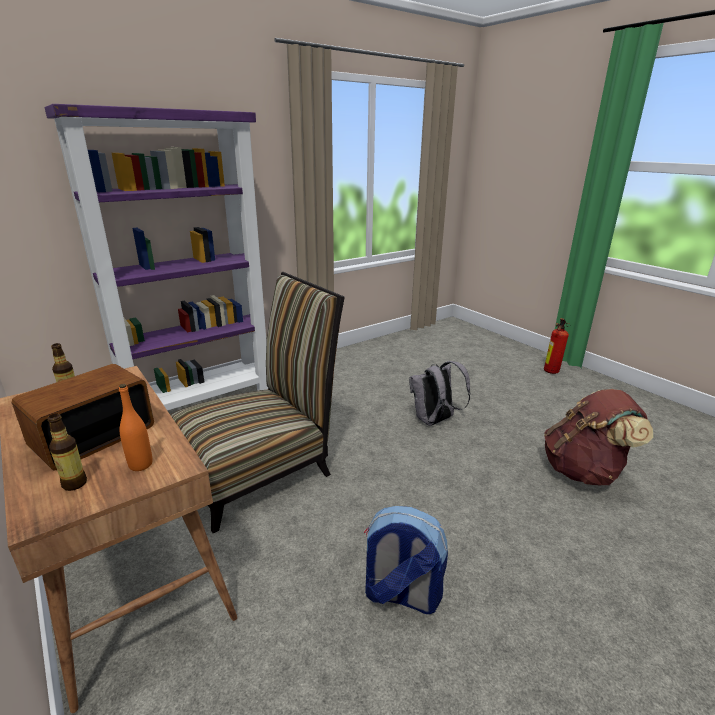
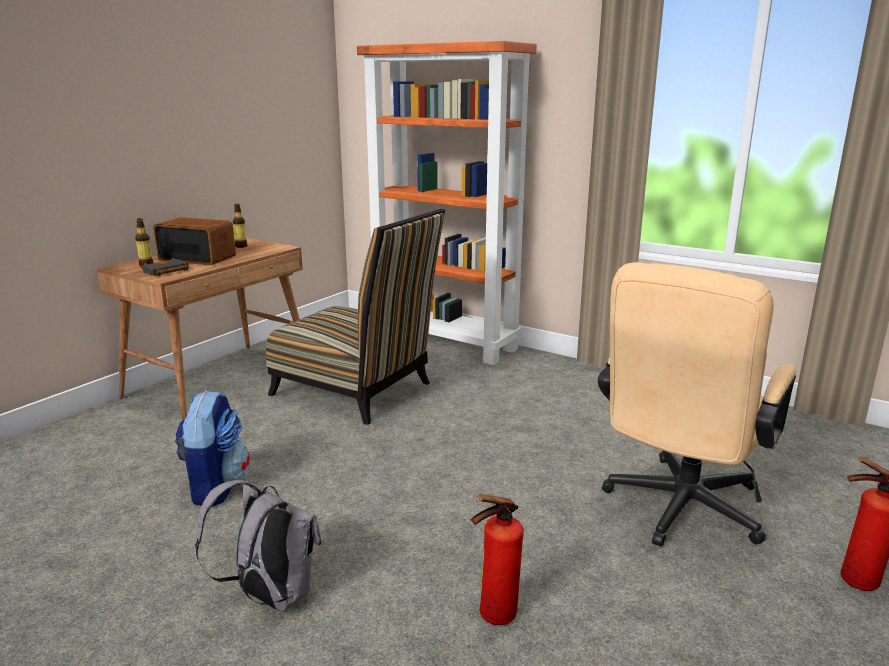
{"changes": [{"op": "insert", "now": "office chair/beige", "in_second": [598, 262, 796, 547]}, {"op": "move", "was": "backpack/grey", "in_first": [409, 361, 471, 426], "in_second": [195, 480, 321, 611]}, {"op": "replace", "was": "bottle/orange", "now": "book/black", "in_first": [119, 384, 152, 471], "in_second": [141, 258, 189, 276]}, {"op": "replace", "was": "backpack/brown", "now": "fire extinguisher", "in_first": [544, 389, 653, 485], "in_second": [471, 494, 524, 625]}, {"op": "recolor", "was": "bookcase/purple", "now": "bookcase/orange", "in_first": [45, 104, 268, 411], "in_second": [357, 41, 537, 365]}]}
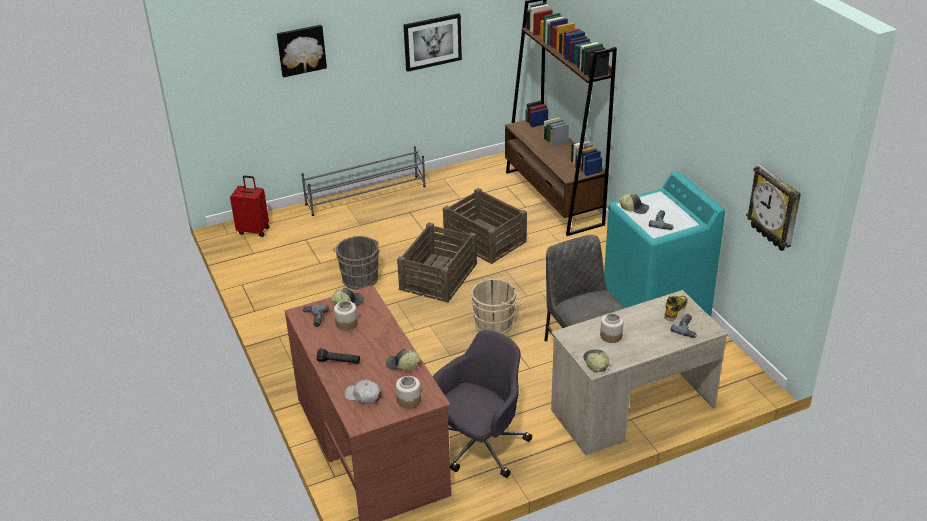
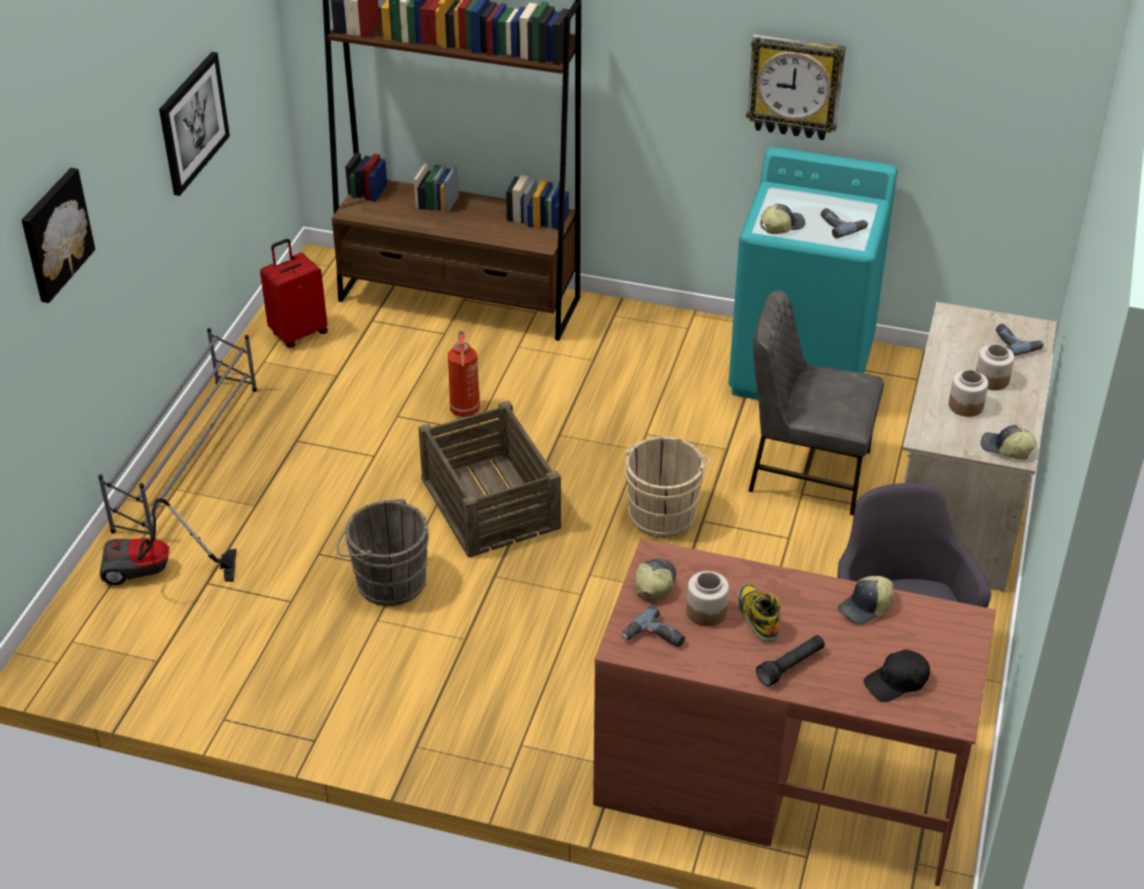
{"changes": [{"op": "insert", "now": "vacuum cleaner", "in_second": [100, 498, 237, 585]}, {"op": "move", "was": "suitcase/red", "in_first": [230, 176, 270, 237], "in_second": [260, 239, 328, 348]}, {"op": "move", "was": "jar", "in_first": [396, 376, 421, 409], "in_second": [976, 344, 1014, 390]}, {"op": "move", "was": "boot", "in_first": [664, 296, 688, 321], "in_second": [737, 584, 781, 643]}, {"op": "move", "was": "wall clock", "in_first": [746, 164, 801, 251], "in_second": [746, 34, 846, 140]}, {"op": "replace", "was": "crate", "now": "fire extinguisher", "in_first": [443, 188, 527, 264], "in_second": [448, 331, 480, 417]}, {"op": "recolor", "was": "cap/white", "now": "cap/black", "in_first": [344, 379, 381, 404], "in_second": [864, 650, 930, 702]}]}
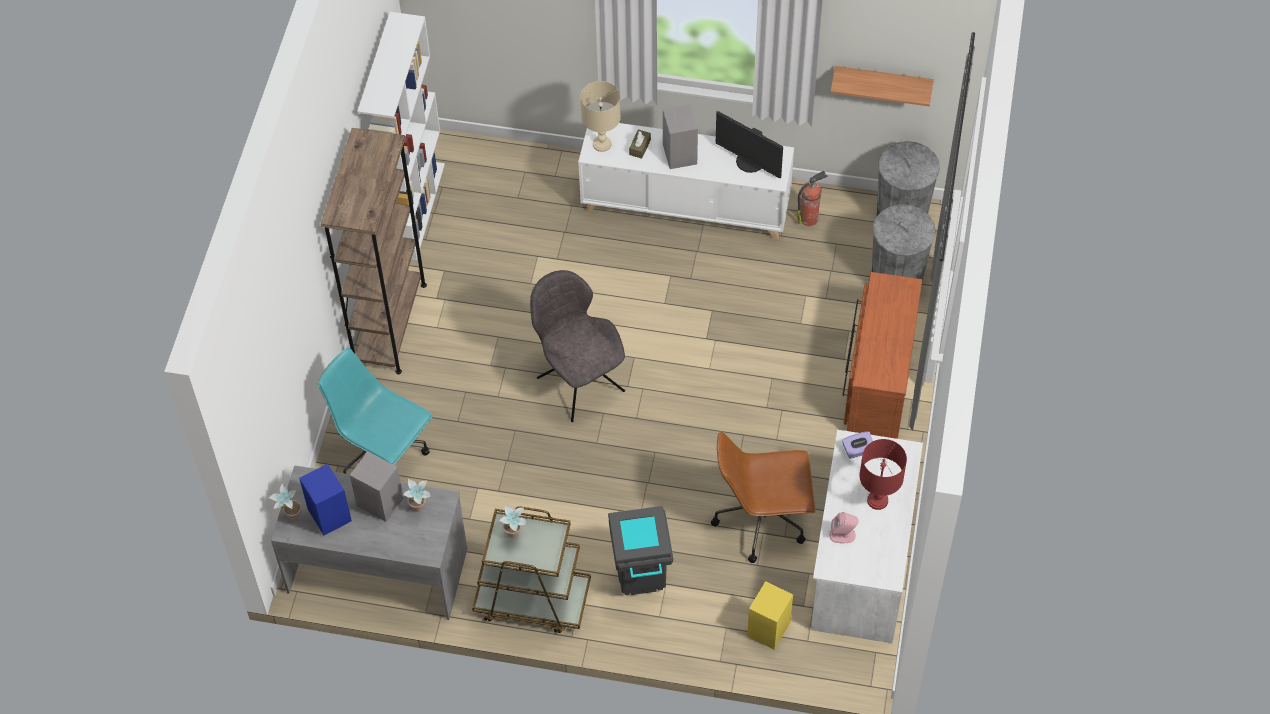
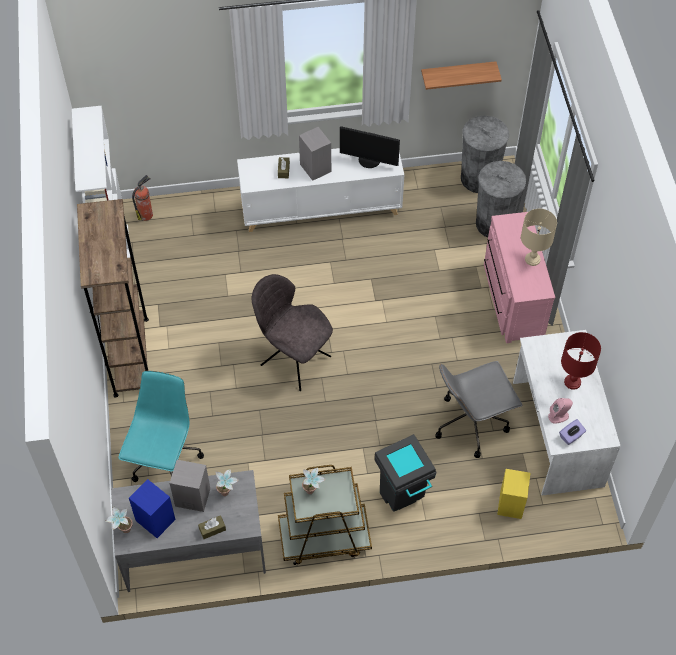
{"changes": [{"op": "insert", "now": "tissue box/brown", "in_second": [198, 515, 226, 539]}, {"op": "move", "was": "table lamp/beige", "in_first": [580, 81, 621, 152], "in_second": [521, 209, 557, 266]}, {"op": "move", "was": "fire extinguisher", "in_first": [797, 171, 828, 226], "in_second": [132, 175, 153, 221]}, {"op": "move", "was": "tissue box/purple", "in_first": [842, 431, 873, 459], "in_second": [559, 419, 586, 445]}, {"op": "recolor", "was": "office chair/brown", "now": "office chair/grey", "in_first": [711, 431, 815, 563], "in_second": [435, 361, 523, 458]}, {"op": "recolor", "was": "dresser/brown", "now": "dresser/pink", "in_first": [842, 272, 922, 439], "in_second": [484, 212, 555, 343]}, {"op": "rotate", "was": "office chair/turquoise", "in_first": [318, 348, 433, 474], "in_second": [118, 371, 204, 482], "clockwise": 90}]}
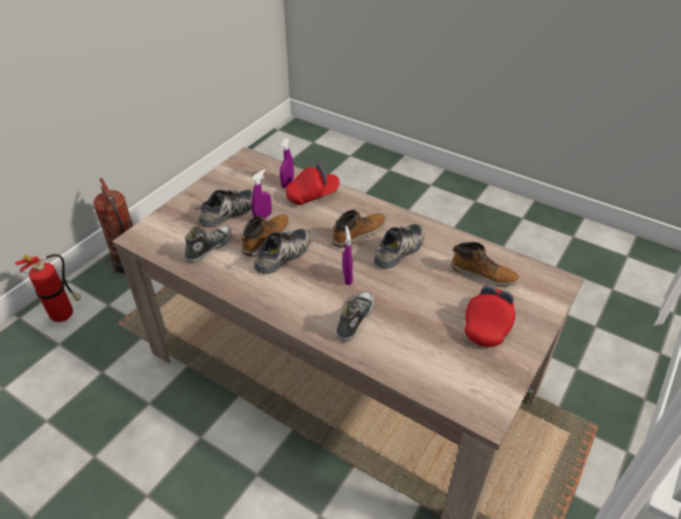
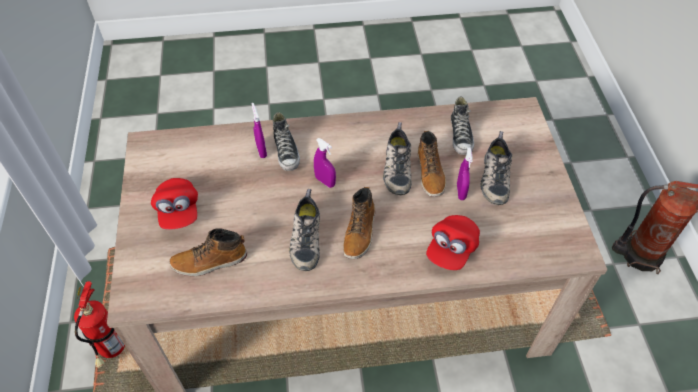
{"changes": [{"op": "move", "was": "fire extinguisher", "in_first": [15, 254, 81, 322], "in_second": [74, 281, 125, 368]}, {"op": "move", "was": "spray bottle/purple", "in_first": [280, 139, 294, 188], "in_second": [252, 103, 267, 158]}]}
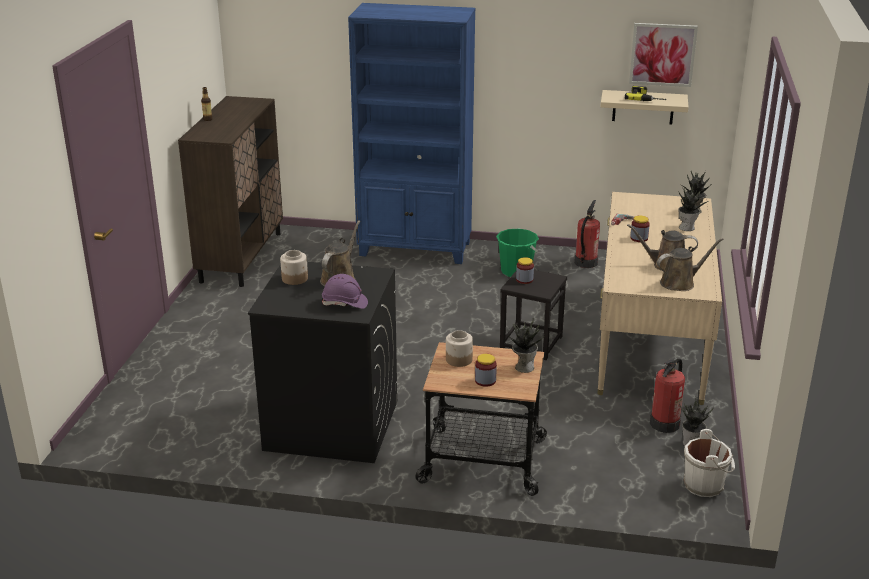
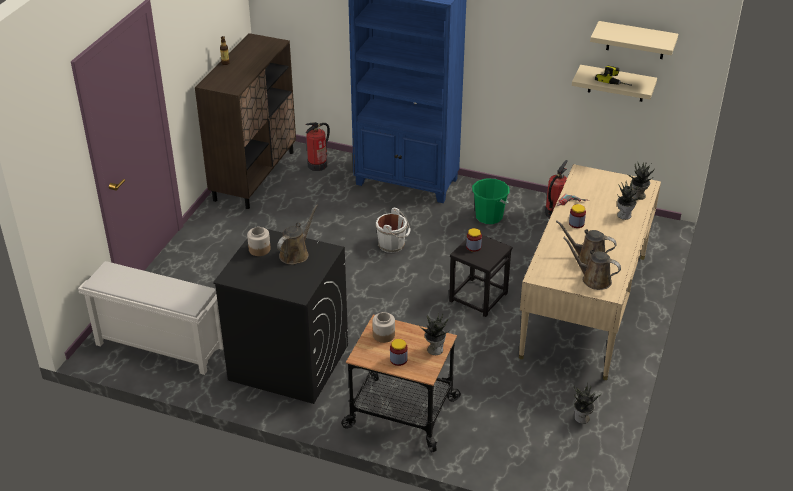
{"changes": [{"op": "delete", "was": "hard hat/purple", "in_first": [322, 274, 368, 309]}, {"op": "insert", "now": "shoe rack/white", "in_second": [78, 261, 224, 375]}, {"op": "move", "was": "fire extinguisher", "in_first": [650, 359, 685, 433], "in_second": [305, 122, 330, 171]}, {"op": "move", "was": "bucket/white", "in_first": [684, 429, 735, 497], "in_second": [376, 208, 411, 253]}, {"op": "replace", "was": "picture", "now": "shelf/beige", "in_first": [629, 23, 698, 87], "in_second": [590, 21, 678, 59]}, {"op": "rotate", "was": "watering can/brown", "in_first": [657, 238, 724, 291], "in_second": [563, 237, 621, 290], "clockwise": -135}]}
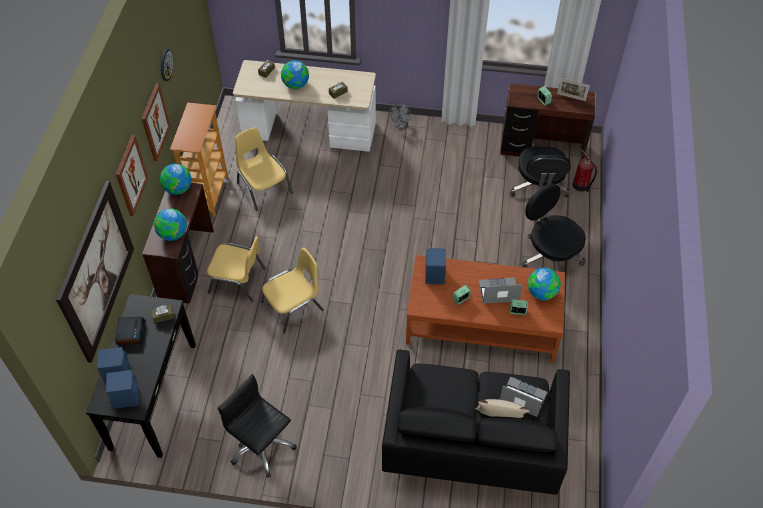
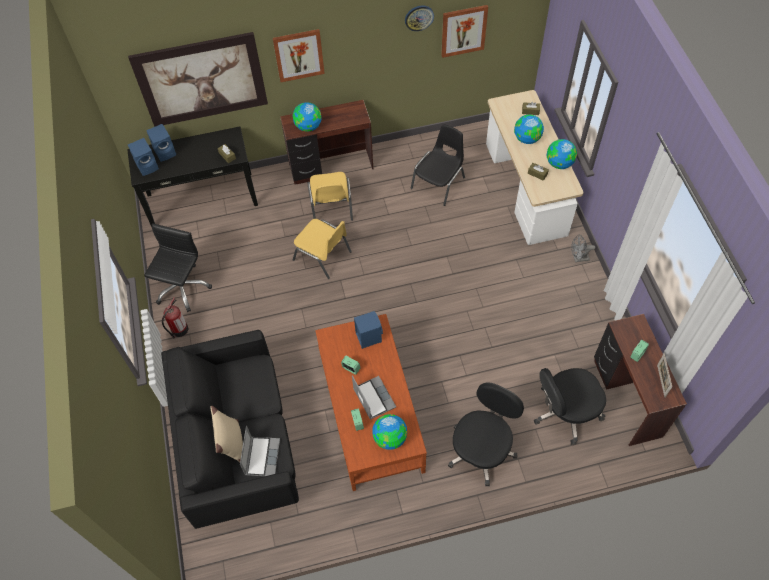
{"changes": [{"op": "delete", "was": "alarm clock", "in_first": [115, 317, 145, 344]}, {"op": "delete", "was": "bookcase", "in_first": [170, 102, 228, 217]}, {"op": "move", "was": "picture", "in_first": [142, 83, 170, 161], "in_second": [441, 5, 488, 58]}, {"op": "move", "was": "globe", "in_first": [160, 164, 192, 195], "in_second": [547, 139, 577, 169]}, {"op": "move", "was": "fire extinguisher", "in_first": [573, 149, 597, 192], "in_second": [162, 297, 188, 338]}, {"op": "recolor", "was": "chair/yellow", "now": "chair/black", "in_first": [235, 127, 293, 211], "in_second": [411, 124, 465, 206]}]}
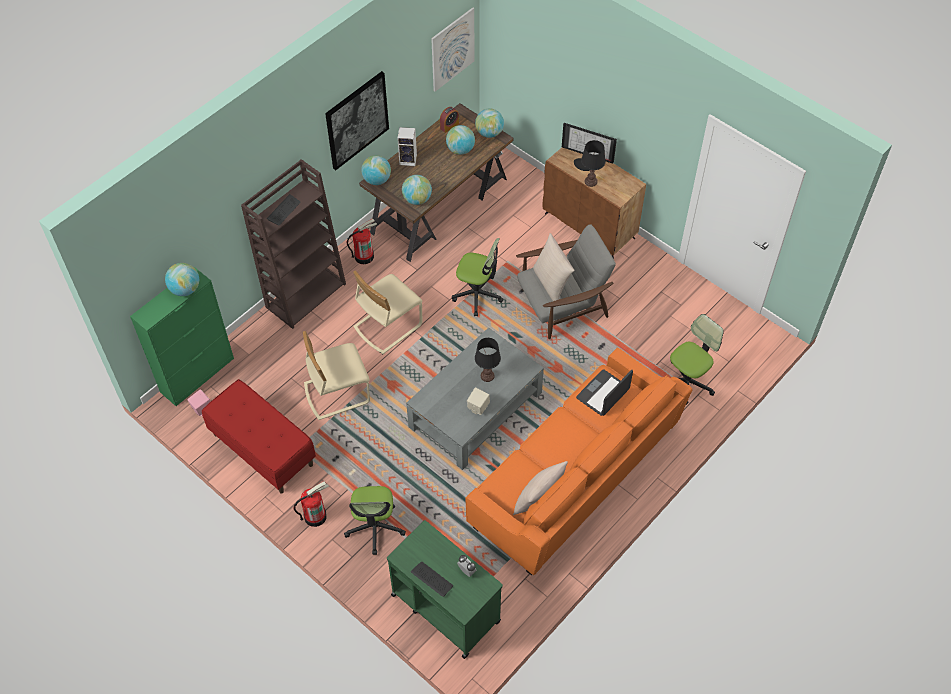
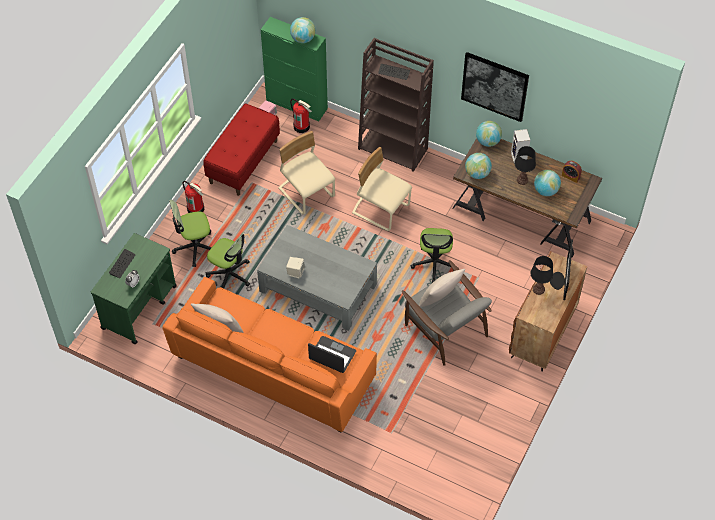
{"changes": [{"op": "delete", "was": "picture", "in_first": [431, 8, 474, 92]}, {"op": "delete", "was": "globe", "in_first": [475, 109, 504, 138]}, {"op": "move", "was": "fire extinguisher", "in_first": [347, 219, 377, 264], "in_second": [290, 98, 312, 133]}, {"op": "move", "was": "table lamp/black", "in_first": [475, 338, 501, 382], "in_second": [514, 146, 536, 185]}, {"op": "move", "was": "office chair", "in_first": [670, 314, 724, 405], "in_second": [206, 232, 250, 288]}]}
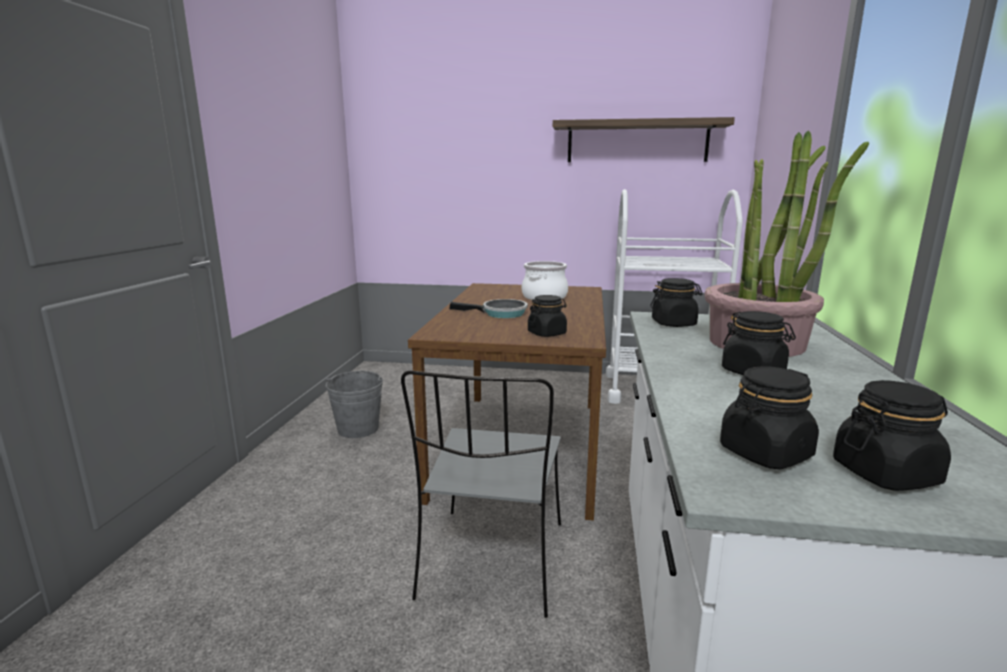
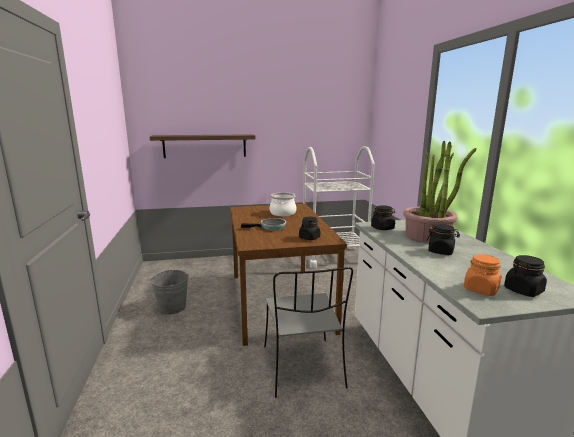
{"changes": [{"op": "move", "was": "shelf", "in_first": [553, 117, 735, 162], "in_second": [150, 134, 256, 158]}, {"op": "recolor", "was": "jar/black", "now": "jar/orange", "in_first": [720, 366, 819, 469], "in_second": [464, 254, 501, 296]}]}
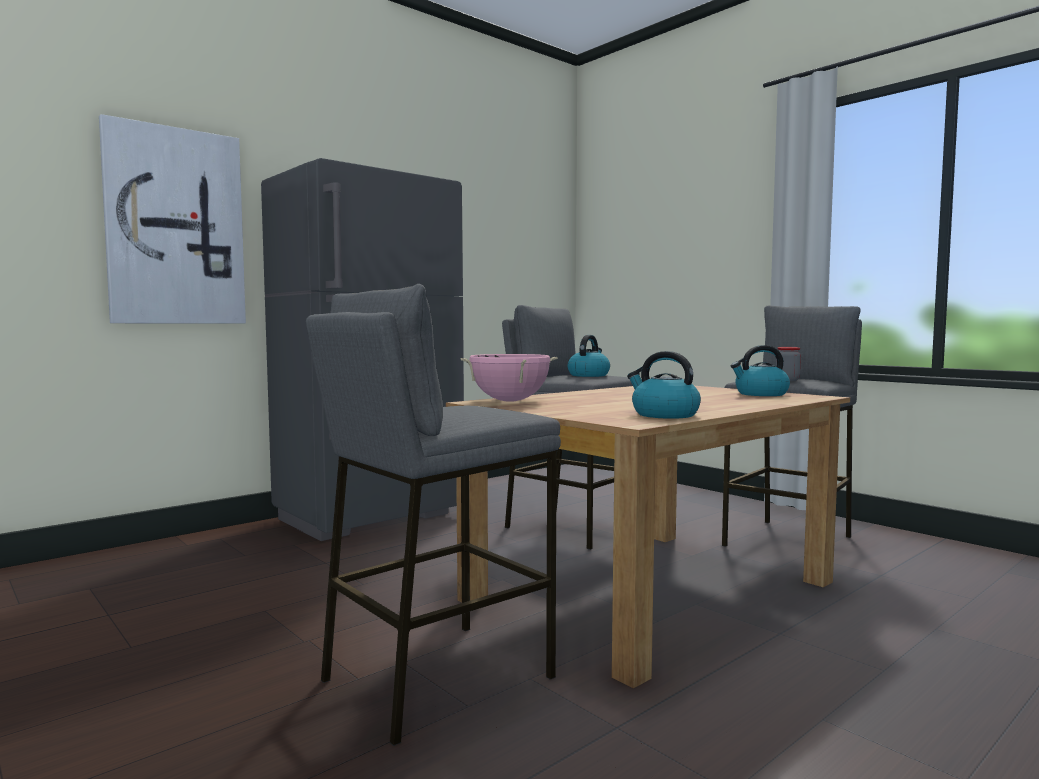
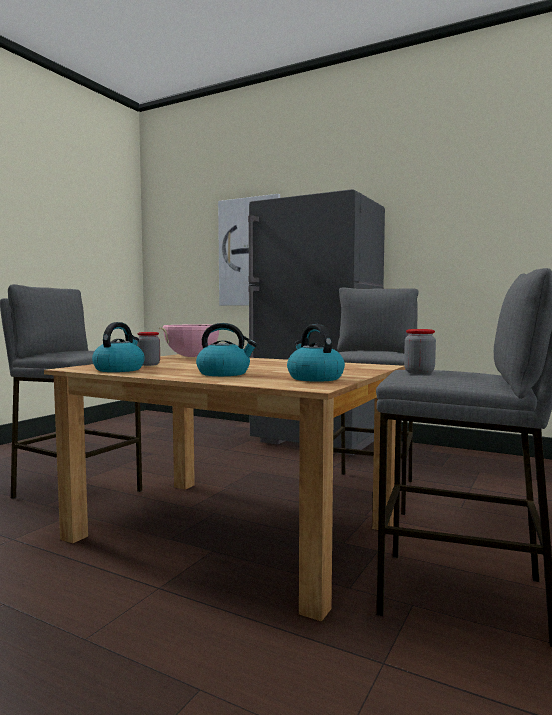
{"changes": [{"op": "insert", "now": "jar", "in_second": [137, 332, 160, 366]}, {"op": "move", "was": "kettle", "in_first": [568, 335, 610, 377], "in_second": [196, 323, 257, 376]}]}
